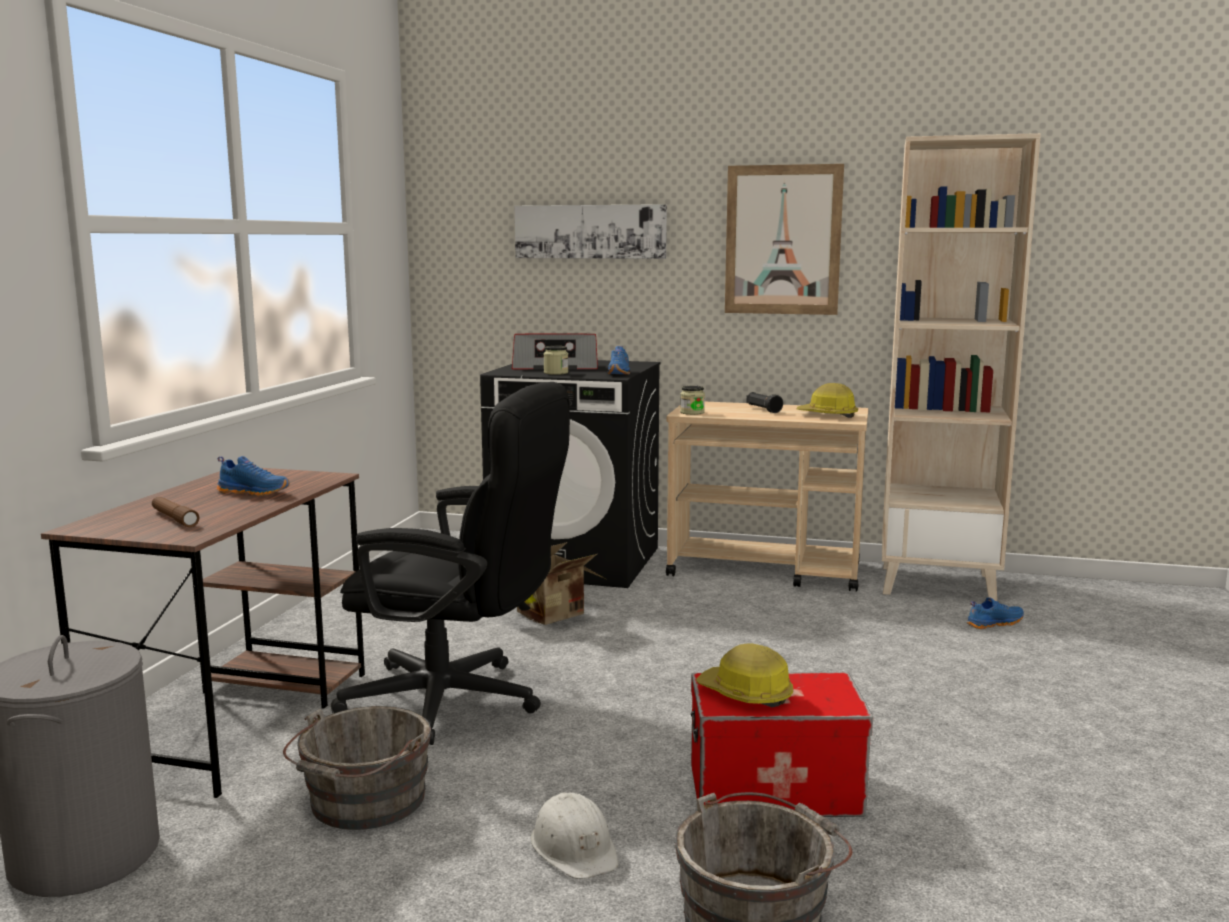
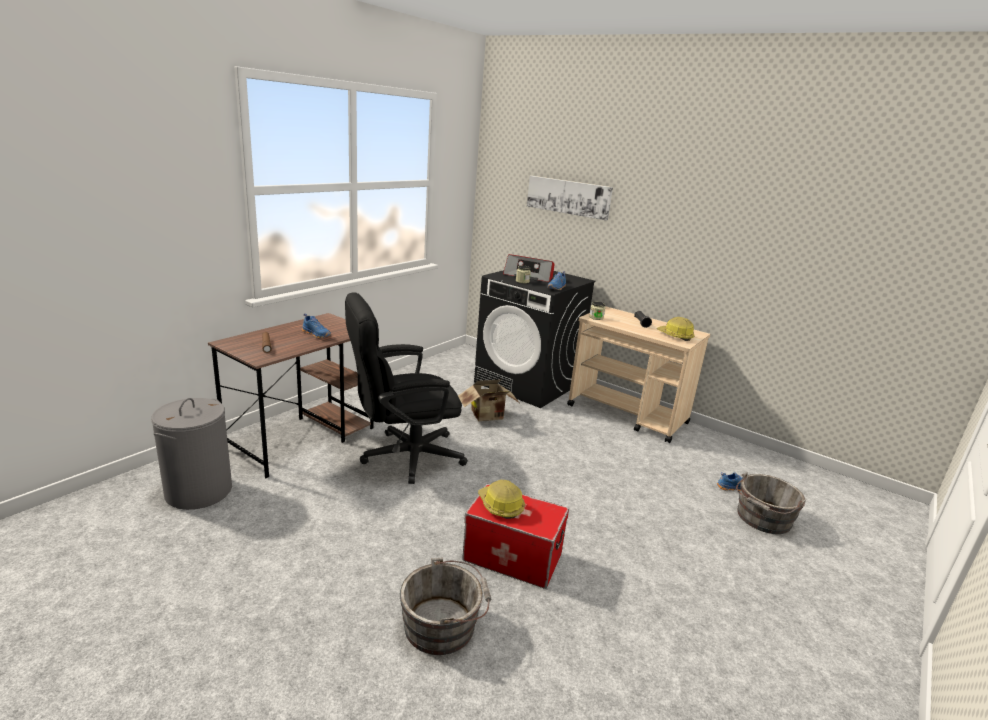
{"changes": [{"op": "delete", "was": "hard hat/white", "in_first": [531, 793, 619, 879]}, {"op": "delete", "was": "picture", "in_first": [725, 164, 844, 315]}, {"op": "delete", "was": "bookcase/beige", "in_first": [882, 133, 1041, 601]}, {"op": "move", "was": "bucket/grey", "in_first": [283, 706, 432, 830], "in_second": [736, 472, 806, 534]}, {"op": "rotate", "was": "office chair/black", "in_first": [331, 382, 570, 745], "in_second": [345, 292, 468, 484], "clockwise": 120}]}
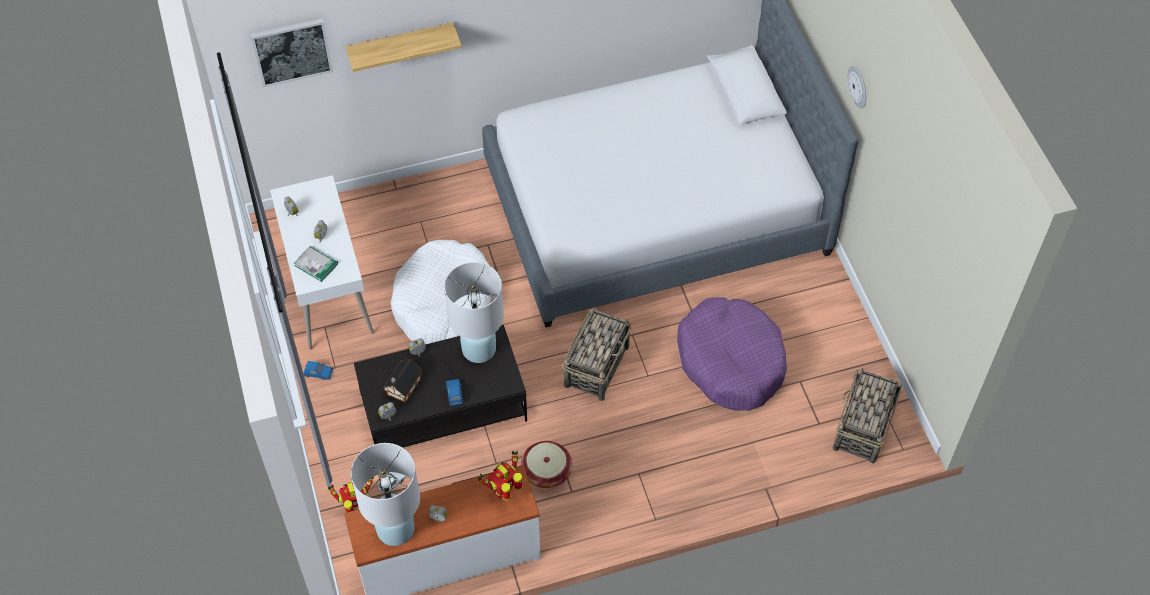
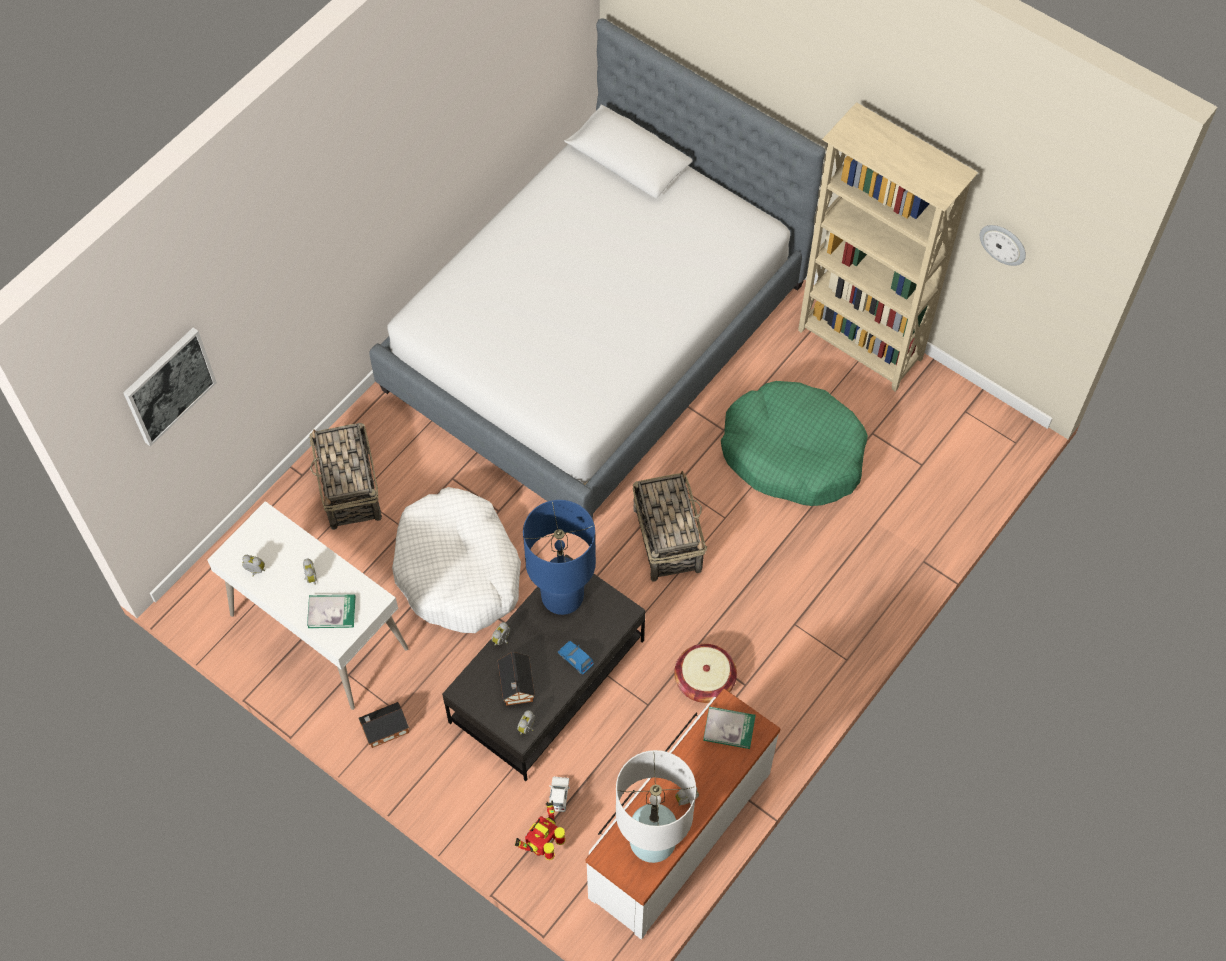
{"changes": [{"op": "delete", "was": "shelf", "in_first": [346, 23, 462, 72]}, {"op": "insert", "now": "bookcase/beige", "in_second": [798, 102, 978, 392]}, {"op": "move", "was": "basket", "in_first": [833, 367, 902, 464], "in_second": [309, 423, 382, 530]}, {"op": "move", "was": "wall clock", "in_first": [848, 66, 866, 109], "in_second": [980, 225, 1026, 266]}, {"op": "replace", "was": "toy car/blue", "now": "toy house", "in_first": [303, 361, 333, 380], "in_second": [359, 702, 409, 748]}, {"op": "replace", "was": "toy robot", "now": "book", "in_first": [478, 451, 523, 500], "in_second": [703, 707, 756, 749]}, {"op": "recolor", "was": "table lamp/white", "now": "table lamp/blue", "in_first": [444, 262, 504, 363], "in_second": [523, 500, 596, 615]}, {"op": "recolor", "was": "dog bed/purple", "now": "dog bed/green", "in_first": [677, 297, 787, 411], "in_second": [721, 381, 868, 506]}]}
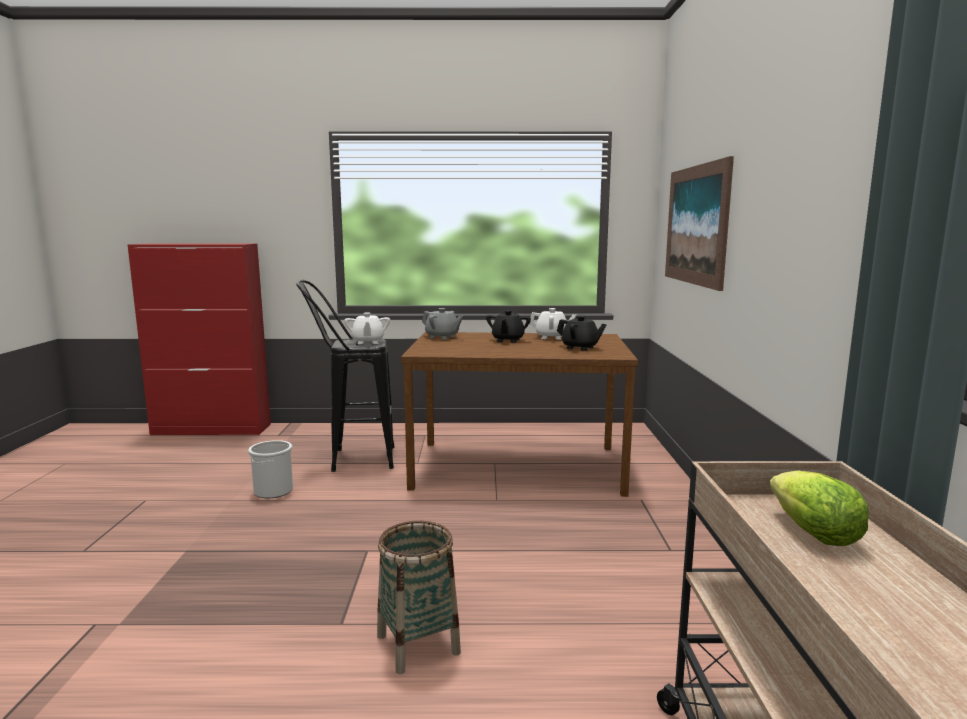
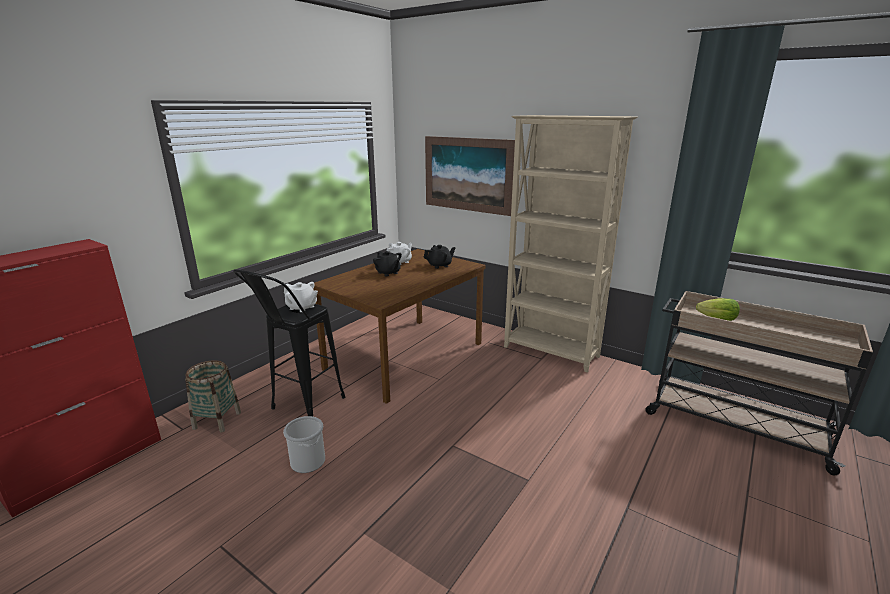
{"changes": [{"op": "delete", "was": "teapot/grey", "in_first": [422, 308, 464, 340]}, {"op": "insert", "now": "bookcase/beige", "in_second": [504, 115, 637, 372]}, {"op": "move", "was": "basket", "in_first": [377, 521, 461, 674], "in_second": [185, 360, 241, 432]}]}
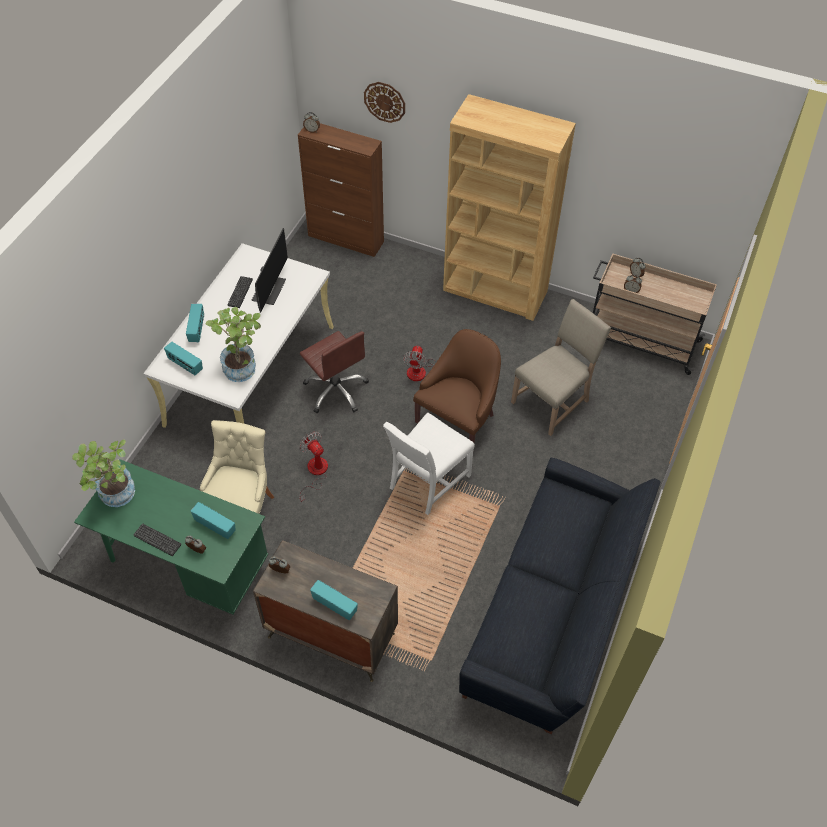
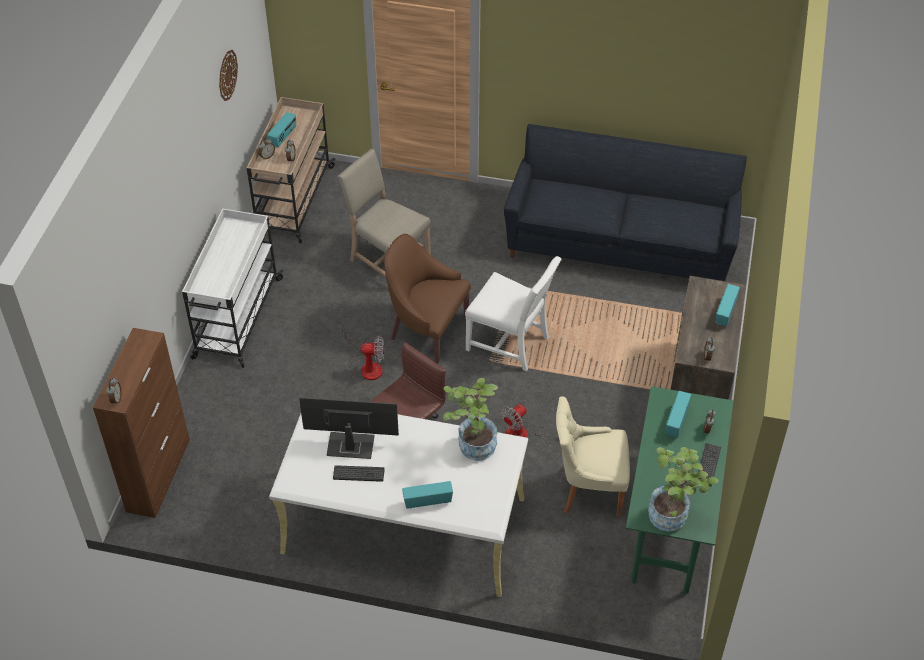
{"changes": [{"op": "move", "was": "radio", "in_first": [164, 342, 203, 375], "in_second": [267, 112, 296, 148]}, {"op": "move", "was": "wall clock", "in_first": [364, 82, 405, 123], "in_second": [219, 50, 238, 101]}, {"op": "replace", "was": "bookcase/brown", "now": "cart/white", "in_first": [443, 94, 576, 321], "in_second": [182, 208, 284, 368]}]}
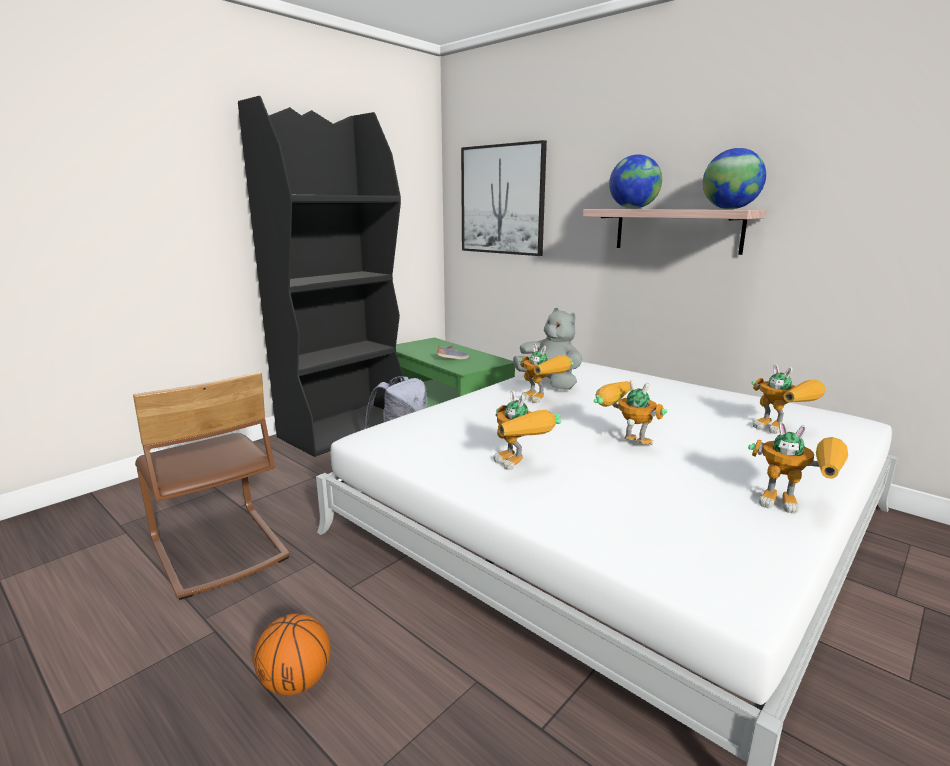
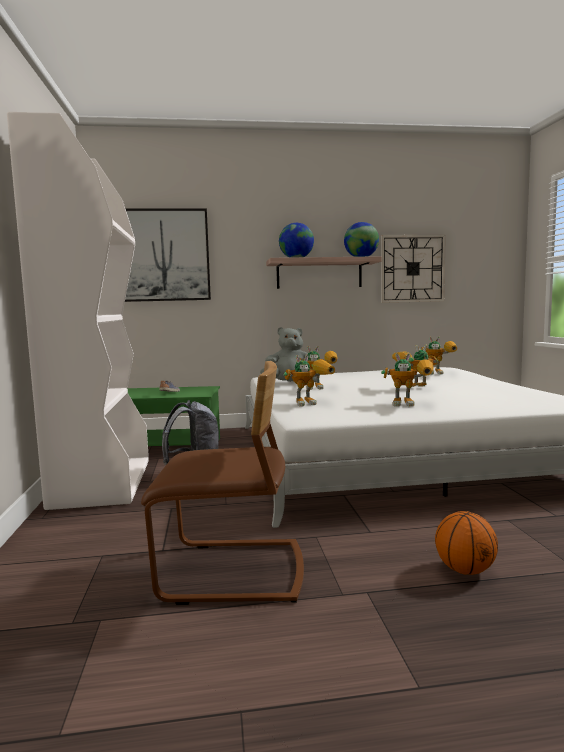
{"changes": [{"op": "insert", "now": "wall clock", "in_second": [381, 235, 446, 303]}, {"op": "move", "was": "toy robot", "in_first": [748, 421, 848, 514], "in_second": [284, 354, 335, 407]}, {"op": "recolor", "was": "bookcase/black", "now": "bookcase/white", "in_first": [238, 96, 404, 457], "in_second": [7, 112, 149, 510]}]}
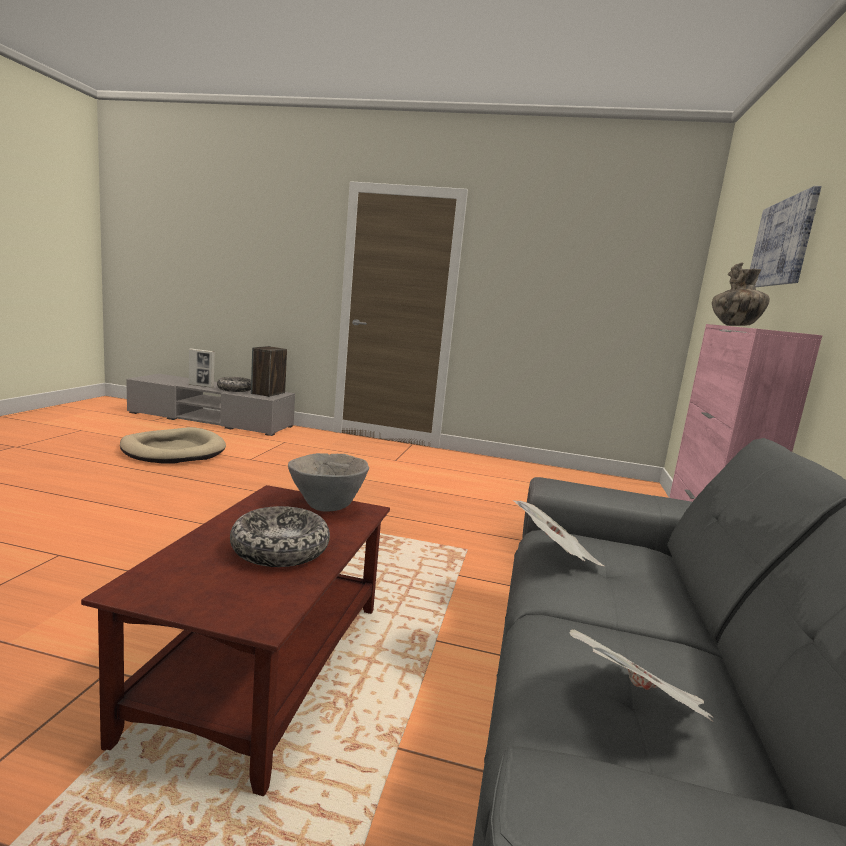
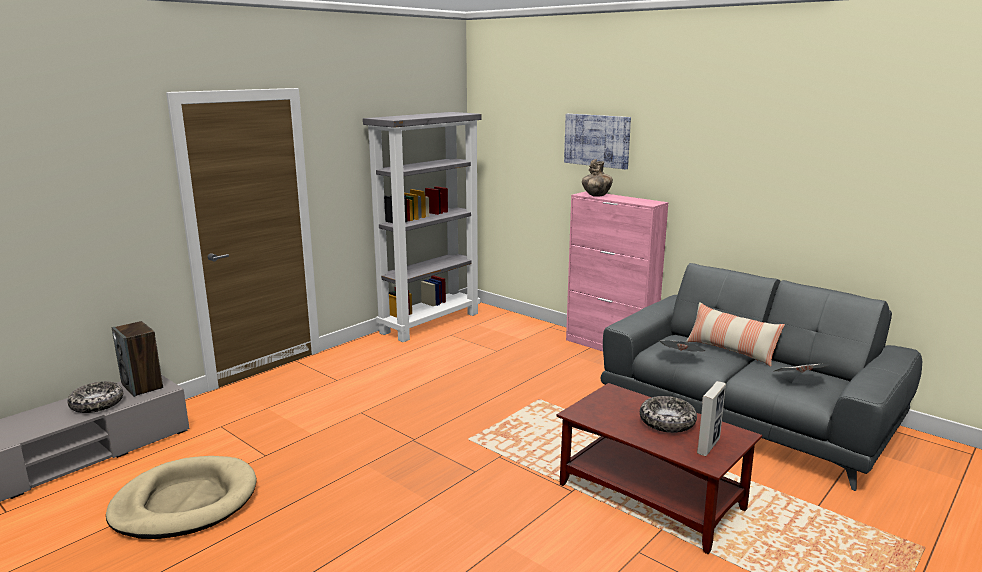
{"changes": [{"op": "delete", "was": "bowl/grey", "in_first": [288, 453, 369, 512]}, {"op": "insert", "now": "bookcase/grey", "in_second": [363, 112, 482, 342]}, {"op": "insert", "now": "pillow", "in_second": [686, 302, 785, 367]}, {"op": "move", "was": "picture frame", "in_first": [189, 348, 215, 388], "in_second": [697, 381, 726, 456]}]}
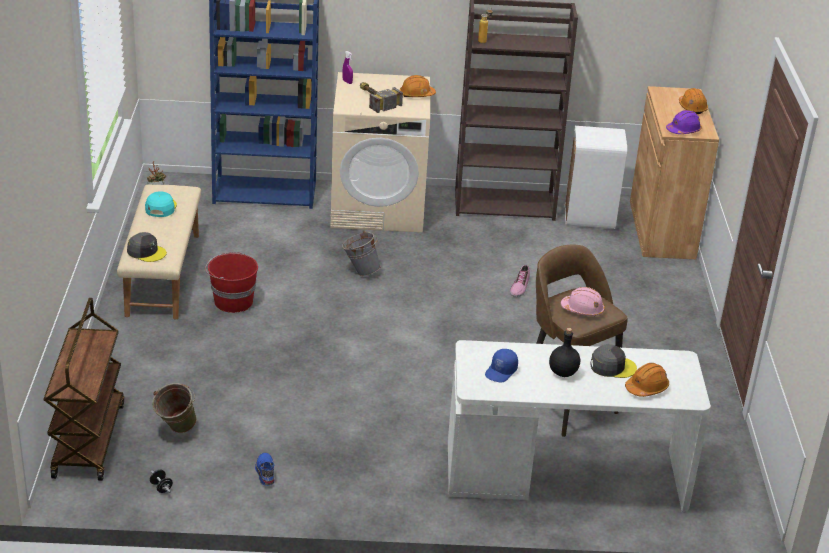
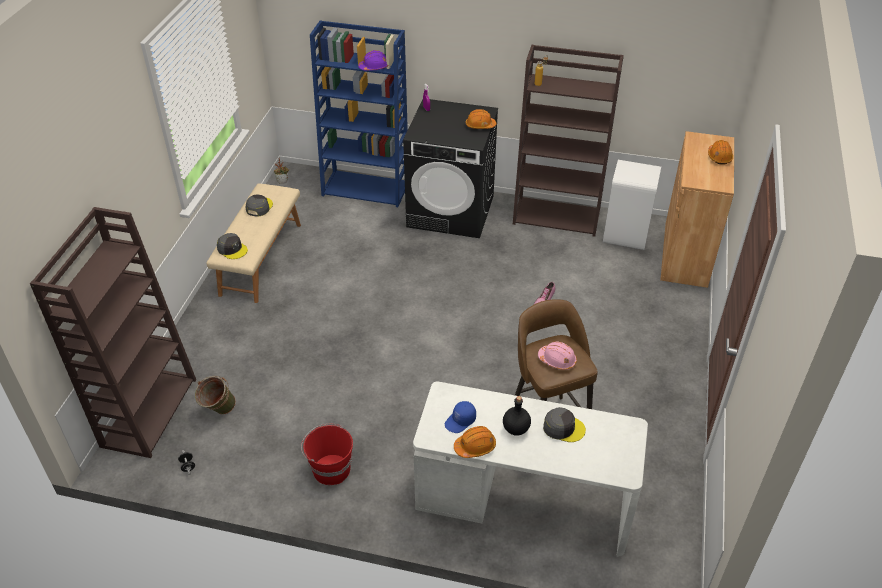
{"changes": [{"op": "delete", "was": "shoe/blue", "in_first": [255, 453, 274, 486]}, {"op": "delete", "was": "bucket/grey", "in_first": [342, 230, 380, 276]}, {"op": "delete", "was": "hammer", "in_first": [360, 82, 403, 113]}, {"op": "move", "was": "bucket/red", "in_first": [205, 252, 258, 313], "in_second": [301, 424, 353, 485]}, {"op": "move", "was": "hard hat/orange", "in_first": [625, 363, 669, 397], "in_second": [454, 426, 496, 458]}, {"op": "move", "was": "hard hat/purple", "in_first": [666, 110, 702, 134], "in_second": [358, 50, 389, 71]}, {"op": "replace", "was": "cart/brown", "now": "bookcase/brown", "in_first": [44, 298, 124, 481], "in_second": [30, 207, 196, 458]}, {"op": "recolor", "was": "cap/turquoise", "now": "cap/grey", "in_first": [145, 192, 177, 217], "in_second": [246, 194, 273, 217]}, {"op": "recolor", "was": "washing machine/beige", "now": "washing machine/black", "in_first": [330, 72, 430, 233], "in_second": [403, 99, 498, 238]}]}
